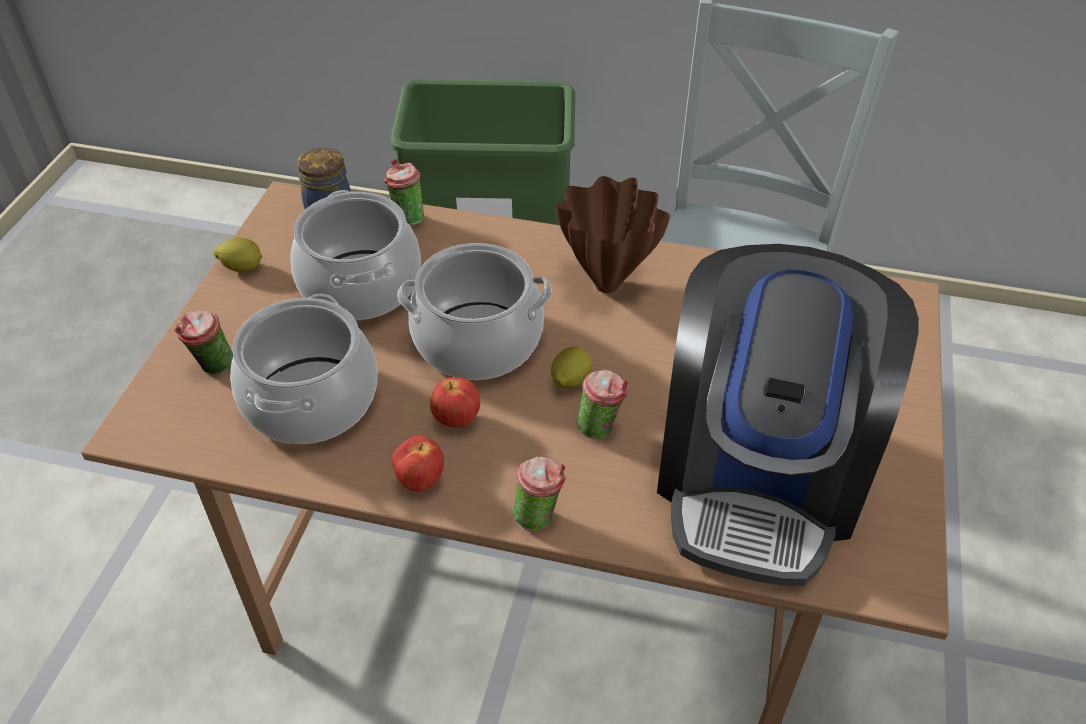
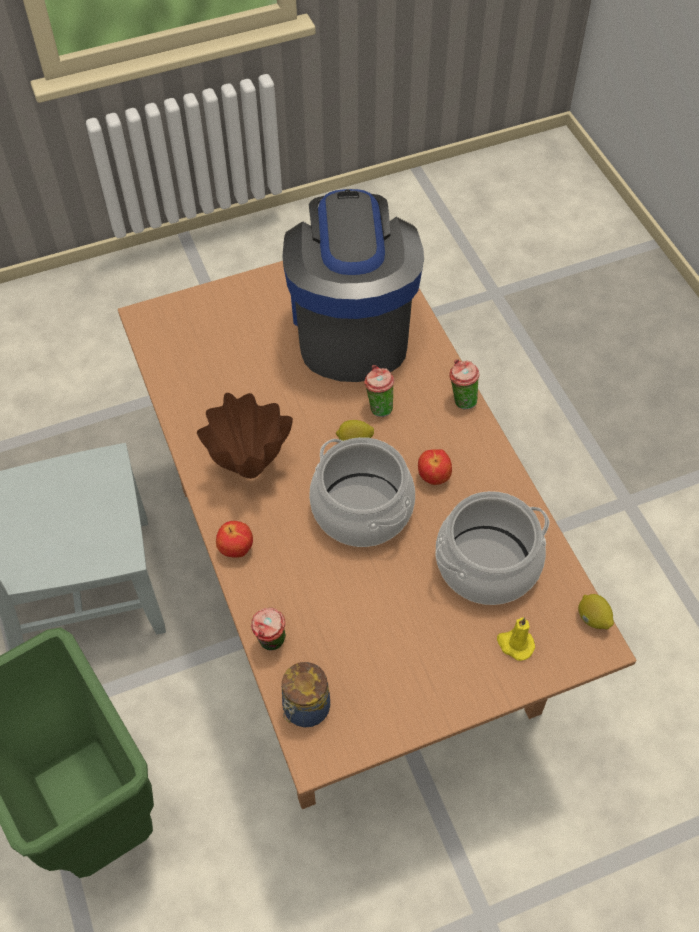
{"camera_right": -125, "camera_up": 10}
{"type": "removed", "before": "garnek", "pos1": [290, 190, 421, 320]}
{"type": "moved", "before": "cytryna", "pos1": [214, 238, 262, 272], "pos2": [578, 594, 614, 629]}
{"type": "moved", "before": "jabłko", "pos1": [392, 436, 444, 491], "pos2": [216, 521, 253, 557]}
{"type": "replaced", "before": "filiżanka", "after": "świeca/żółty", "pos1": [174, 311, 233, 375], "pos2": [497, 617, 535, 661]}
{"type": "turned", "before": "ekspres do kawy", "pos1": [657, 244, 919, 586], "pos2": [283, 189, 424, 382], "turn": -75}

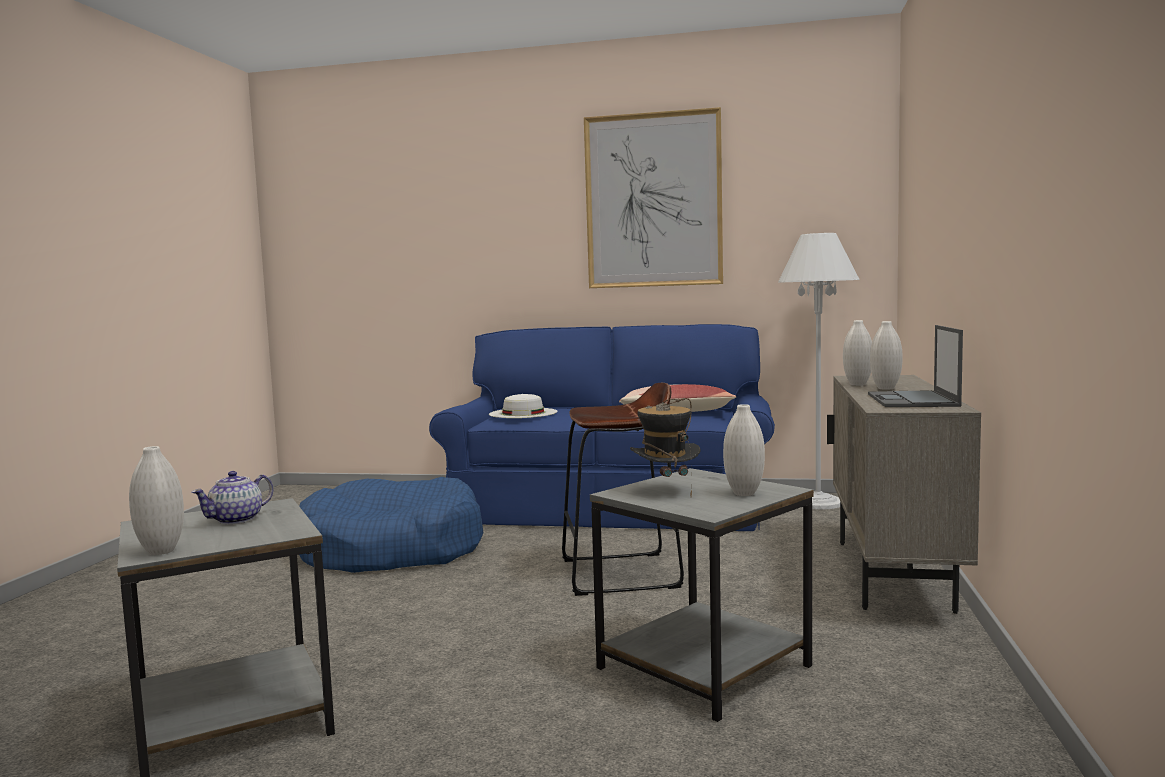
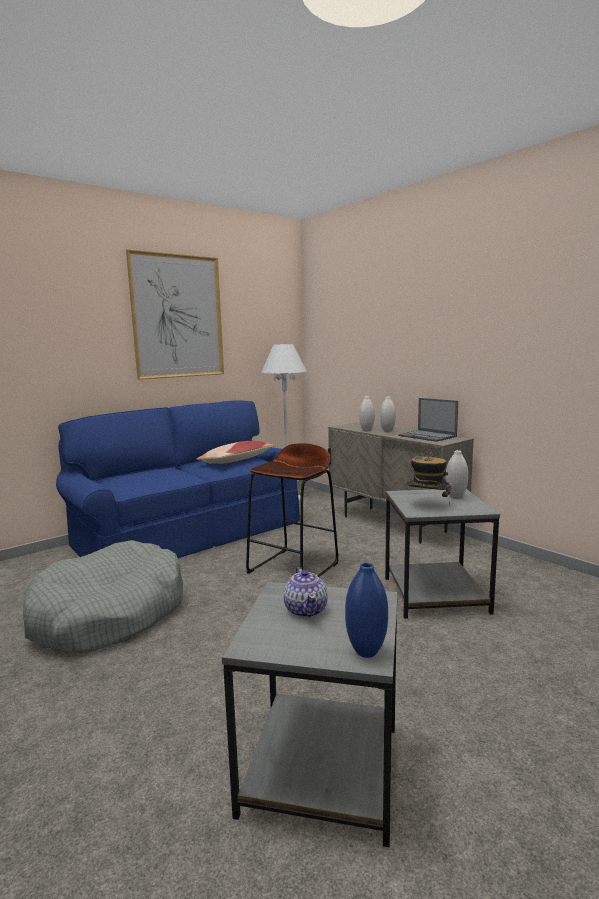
{"camera_right": -50, "camera_up": 5}
{"type": "removed", "before": "kapelusz/biały", "pos1": [489, 394, 557, 418]}
{"type": "recoloured", "before": "wazon/biały", "after": "wazon/niebieski", "pos1": [129, 446, 184, 555], "pos2": [345, 563, 388, 658]}
{"type": "recoloured", "before": "legowisko/niebieski", "after": "legowisko/szary", "pos1": [299, 477, 483, 573], "pos2": [23, 540, 183, 653]}

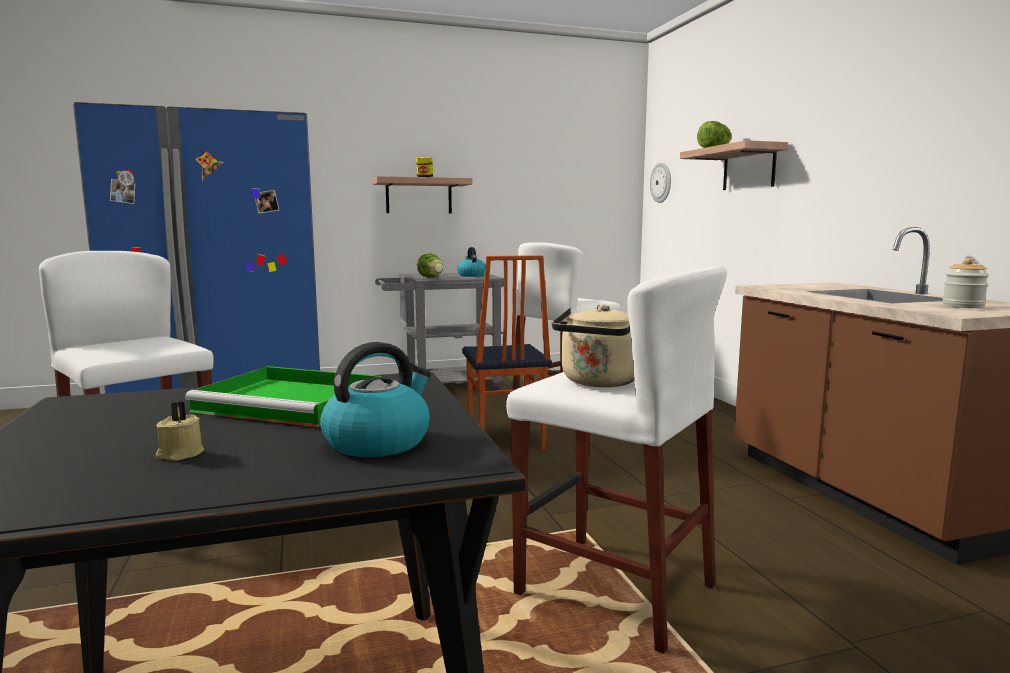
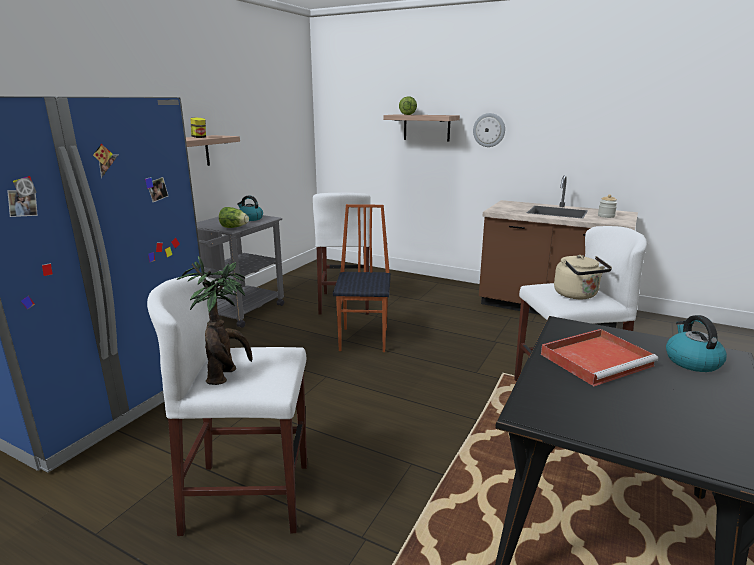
{"camera_right": -45, "camera_up": 10}
{"type": "removed", "before": "świeca/beżowy", "pos1": [155, 401, 204, 461]}
{"type": "added", "after": "roślina doniczkowa", "pos2": [177, 256, 253, 385]}
{"type": "moved", "before": "zegar ścienny", "pos1": [650, 163, 671, 203], "pos2": [473, 113, 505, 147]}
{"type": "recoloured", "before": "taca/zielony", "after": "taca/czerwony", "pos1": [185, 366, 382, 427], "pos2": [541, 329, 658, 386]}
{"type": "turned", "before": "krzesło", "pos1": [462, 255, 552, 451], "pos2": [333, 204, 391, 352], "turn": -120}

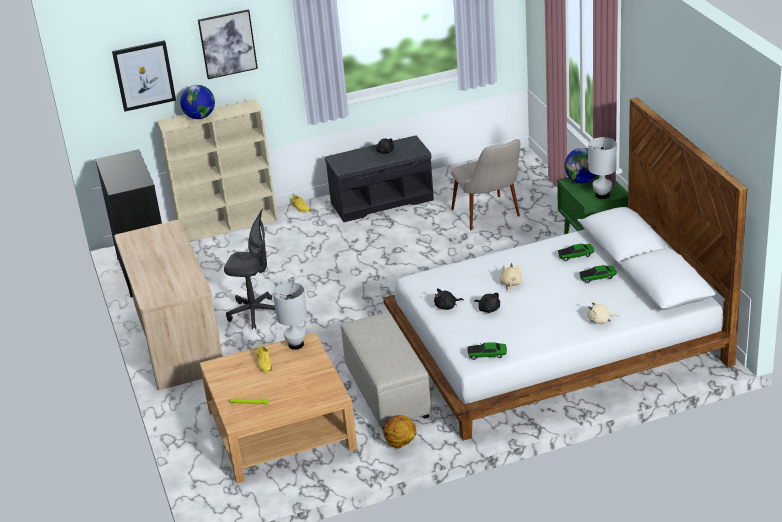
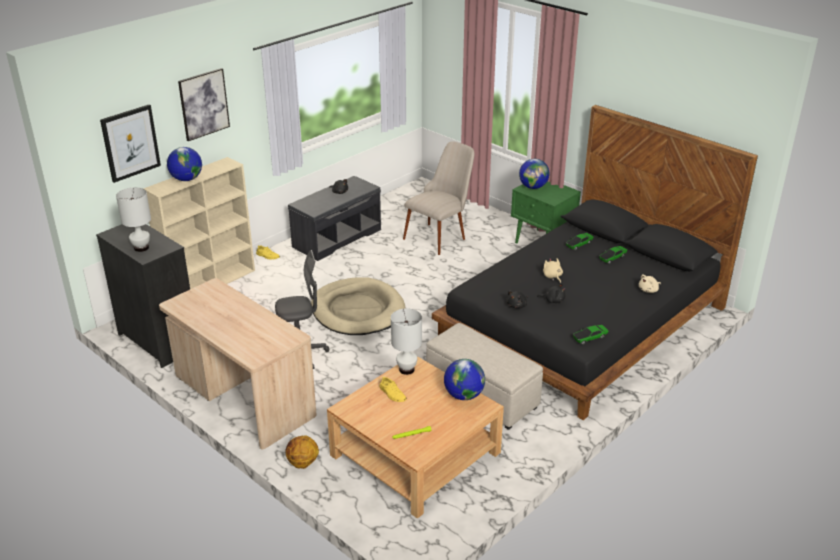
{"camera_right": -30, "camera_up": 0}
{"type": "added", "after": "legowisko/beżowy", "pos2": [311, 277, 406, 335]}
{"type": "added", "after": "globus", "pos2": [444, 359, 485, 400]}
{"type": "moved", "before": "piłka do koszykówki", "pos1": [383, 415, 416, 449], "pos2": [285, 435, 319, 469]}
{"type": "moved", "before": "lampa stołowa/biały", "pos1": [588, 137, 617, 199], "pos2": [116, 187, 151, 252]}
{"type": "recoloured", "before": "łóżko/biały", "after": "łóżko/czarny", "pos1": [383, 97, 747, 441], "pos2": [432, 105, 758, 420]}
{"type": "turned", "before": "krzesło/beżowy", "pos1": [451, 139, 520, 230], "pos2": [403, 141, 474, 255], "turn": -90}

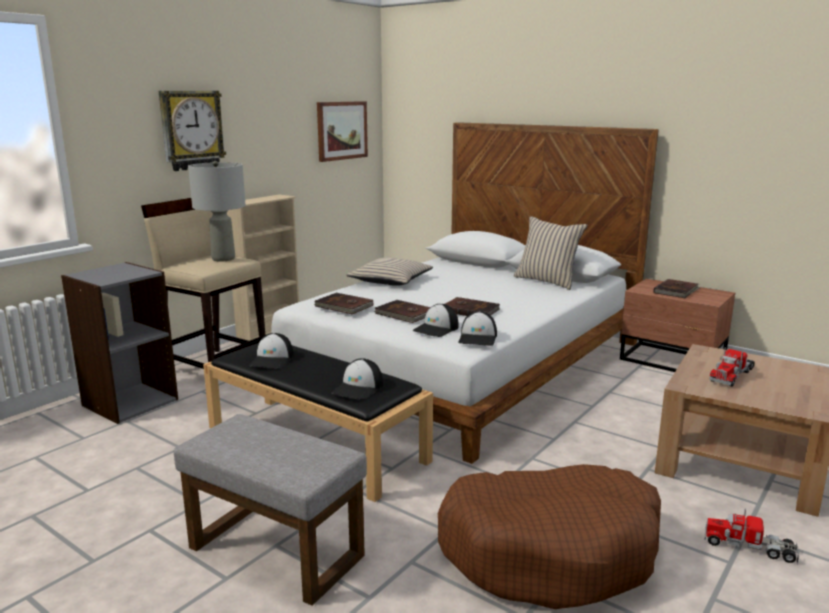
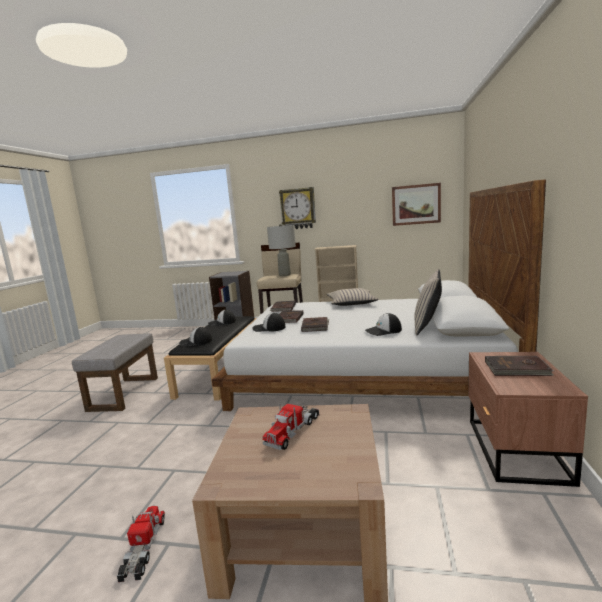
{"camera_right": 65, "camera_up": -5}
{"type": "removed", "before": "legowisko/brązowy", "pos1": [438, 464, 661, 609]}
{"type": "moved", "before": "czapka z daszkiem", "pos1": [458, 311, 497, 346], "pos2": [365, 313, 402, 336]}
{"type": "turned", "before": "ciężarówka zabawkowa", "pos1": [710, 347, 755, 387], "pos2": [262, 404, 319, 450], "turn": -75}

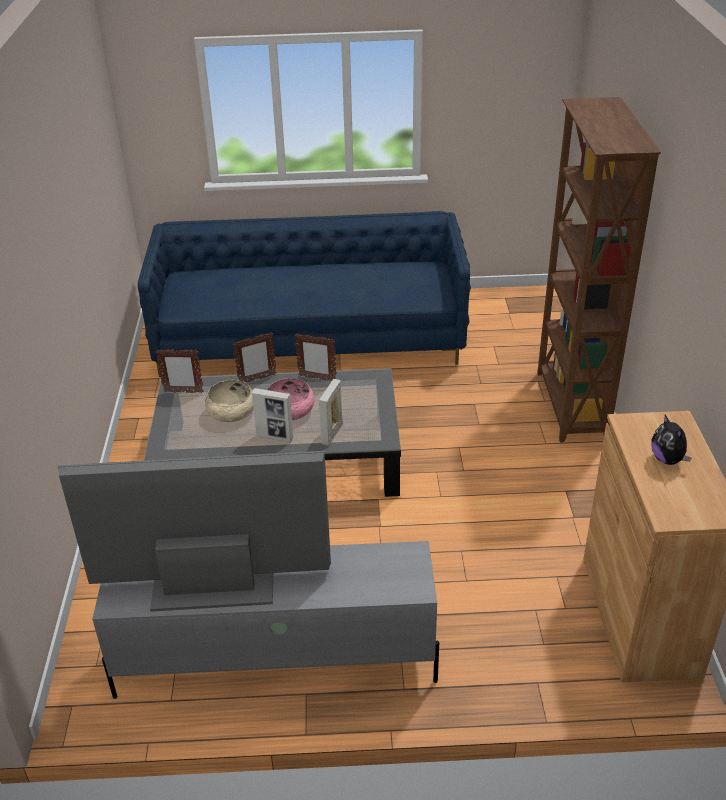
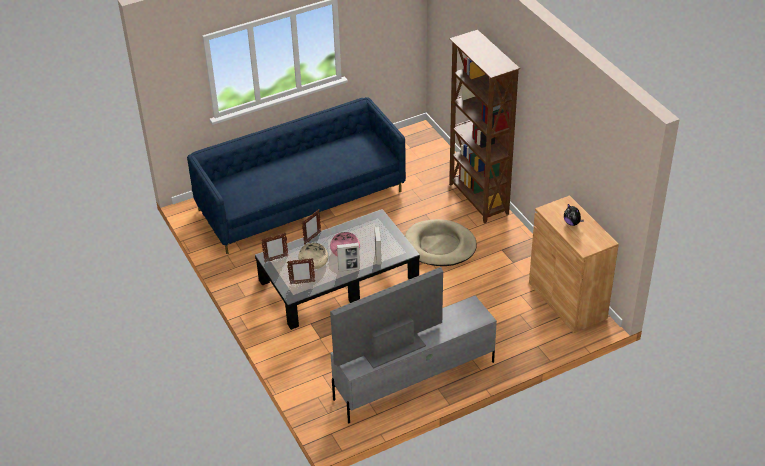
{"camera_right": -25, "camera_up": 5}
{"type": "added", "after": "legowisko/beżowy", "pos2": [405, 219, 477, 266]}
{"type": "moved", "before": "ramka na zdjęcie", "pos1": [294, 334, 336, 381], "pos2": [287, 258, 315, 284]}

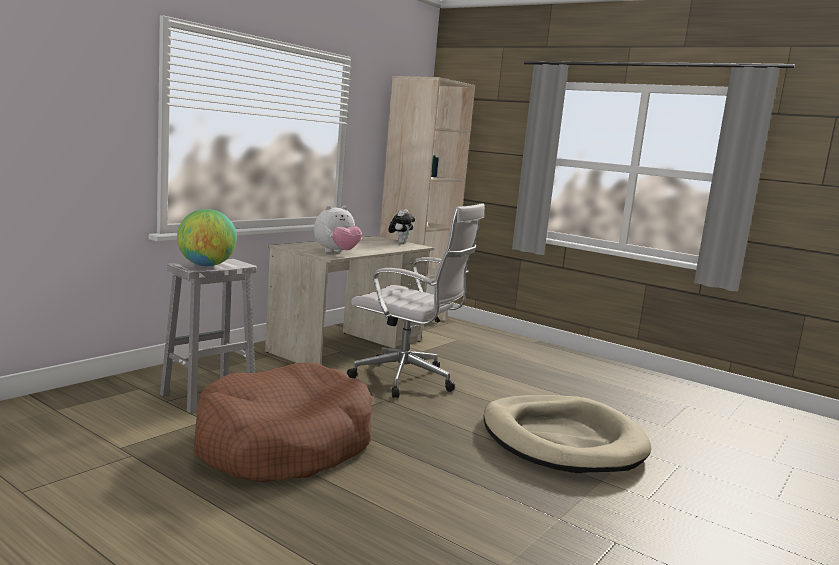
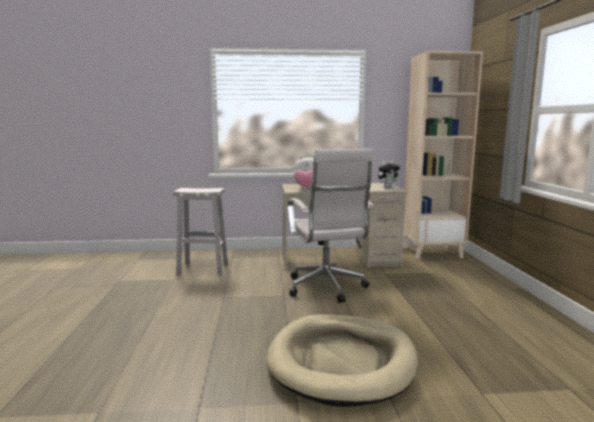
{"camera_right": 50, "camera_up": 0}
{"type": "removed", "before": "globus", "pos1": [177, 209, 237, 266]}
{"type": "removed", "before": "legowisko/brązowy", "pos1": [194, 363, 372, 482]}

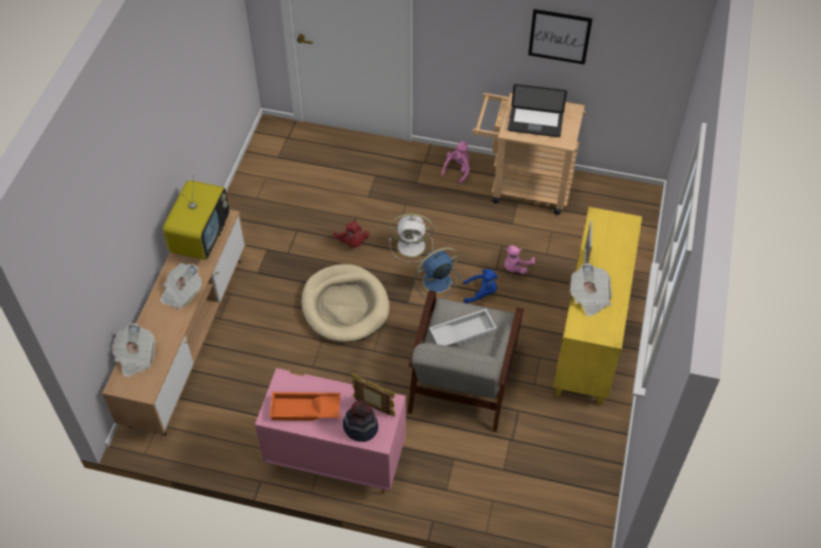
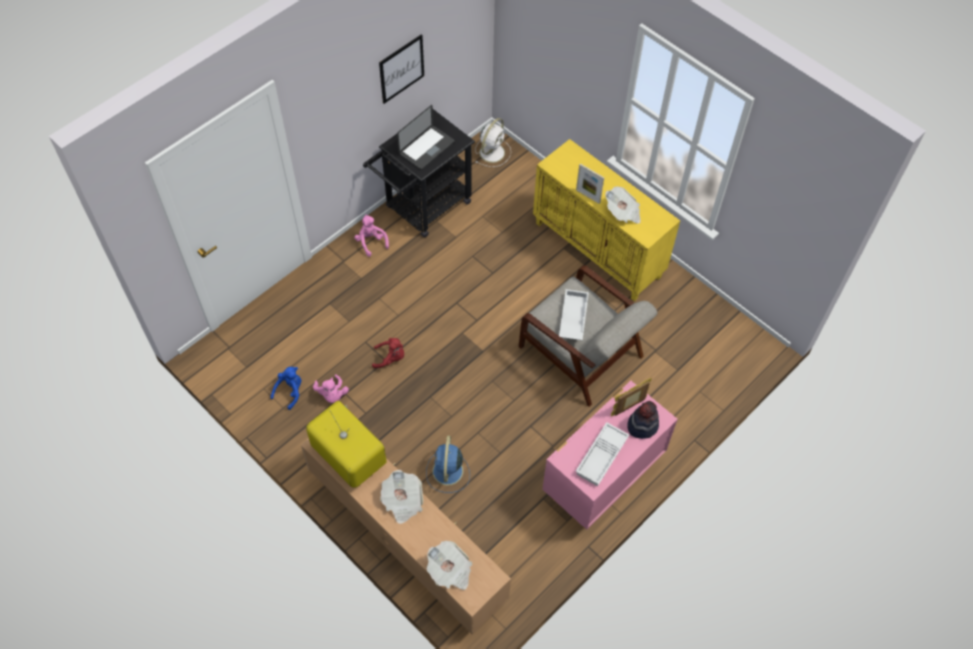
{"camera_right": -60, "camera_up": 5}
{"type": "removed", "before": "legowisko/beżowy", "pos1": [301, 264, 390, 342]}
{"type": "moved", "before": "wentylator/biały", "pos1": [389, 214, 433, 262], "pos2": [475, 118, 511, 167]}
{"type": "moved", "before": "wentylator/niebieski", "pos1": [415, 247, 461, 301], "pos2": [426, 436, 470, 493]}
{"type": "moved", "before": "pluszak/niebieski", "pos1": [463, 269, 498, 303], "pos2": [270, 367, 301, 410]}
{"type": "moved", "before": "pluszak/różowy", "pos1": [504, 245, 535, 274], "pos2": [313, 374, 349, 403]}
{"type": "recoloured", "before": "taca/pomarańczowy", "after": "taca/biały", "pos1": [270, 392, 340, 421], "pos2": [575, 422, 629, 486]}
{"type": "recoloured", "before": "wózek/beżowy", "after": "wózek/czarny", "pos1": [472, 93, 585, 215], "pos2": [363, 109, 475, 237]}

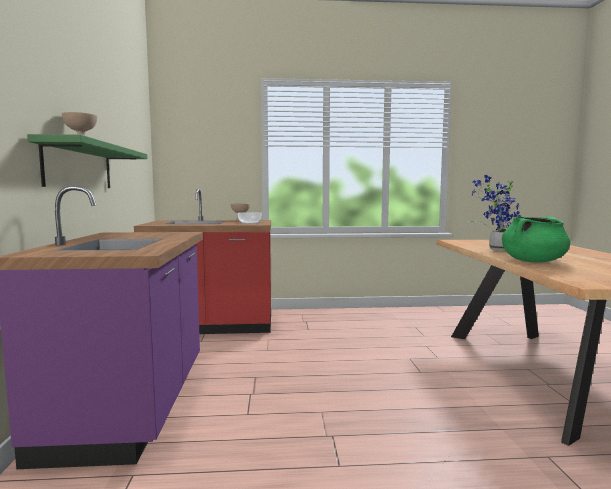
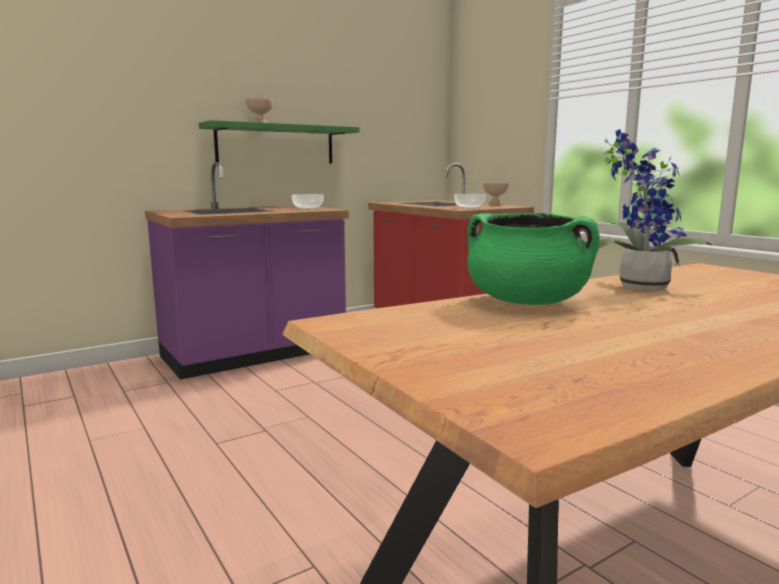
{"camera_right": 60, "camera_up": 5}
{"type": "added", "after": "miska", "pos2": [292, 194, 323, 209]}

